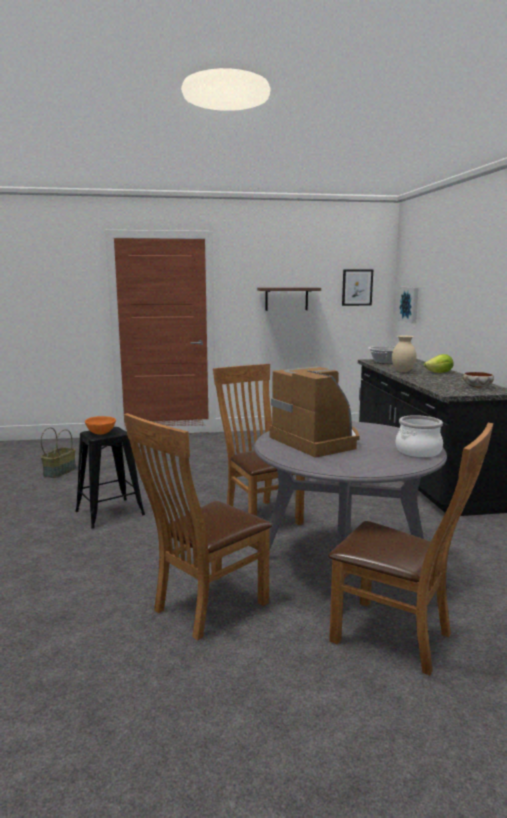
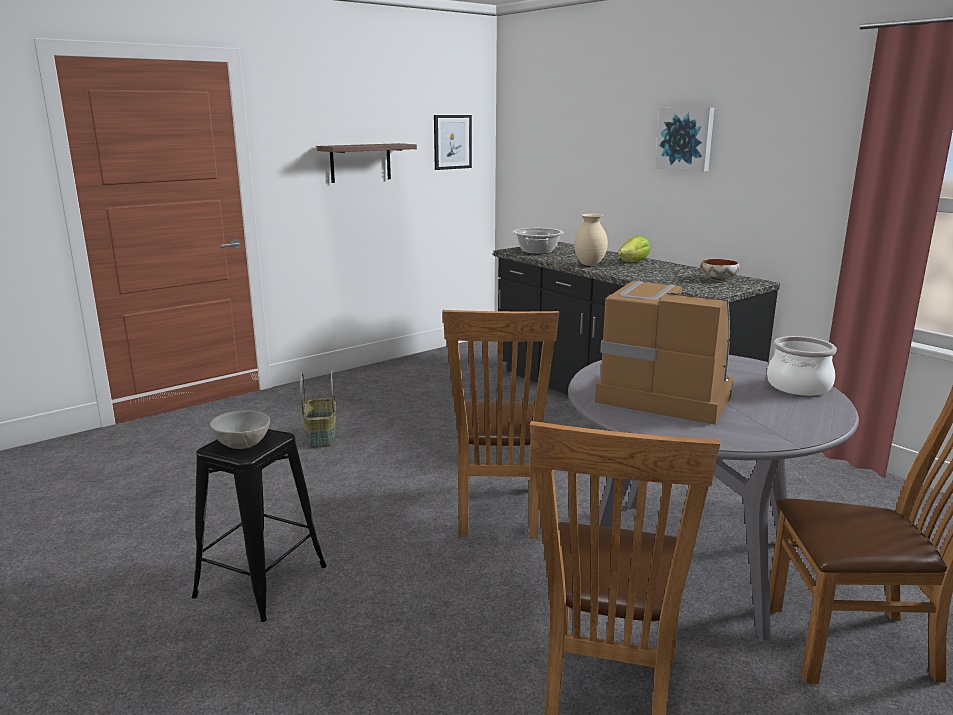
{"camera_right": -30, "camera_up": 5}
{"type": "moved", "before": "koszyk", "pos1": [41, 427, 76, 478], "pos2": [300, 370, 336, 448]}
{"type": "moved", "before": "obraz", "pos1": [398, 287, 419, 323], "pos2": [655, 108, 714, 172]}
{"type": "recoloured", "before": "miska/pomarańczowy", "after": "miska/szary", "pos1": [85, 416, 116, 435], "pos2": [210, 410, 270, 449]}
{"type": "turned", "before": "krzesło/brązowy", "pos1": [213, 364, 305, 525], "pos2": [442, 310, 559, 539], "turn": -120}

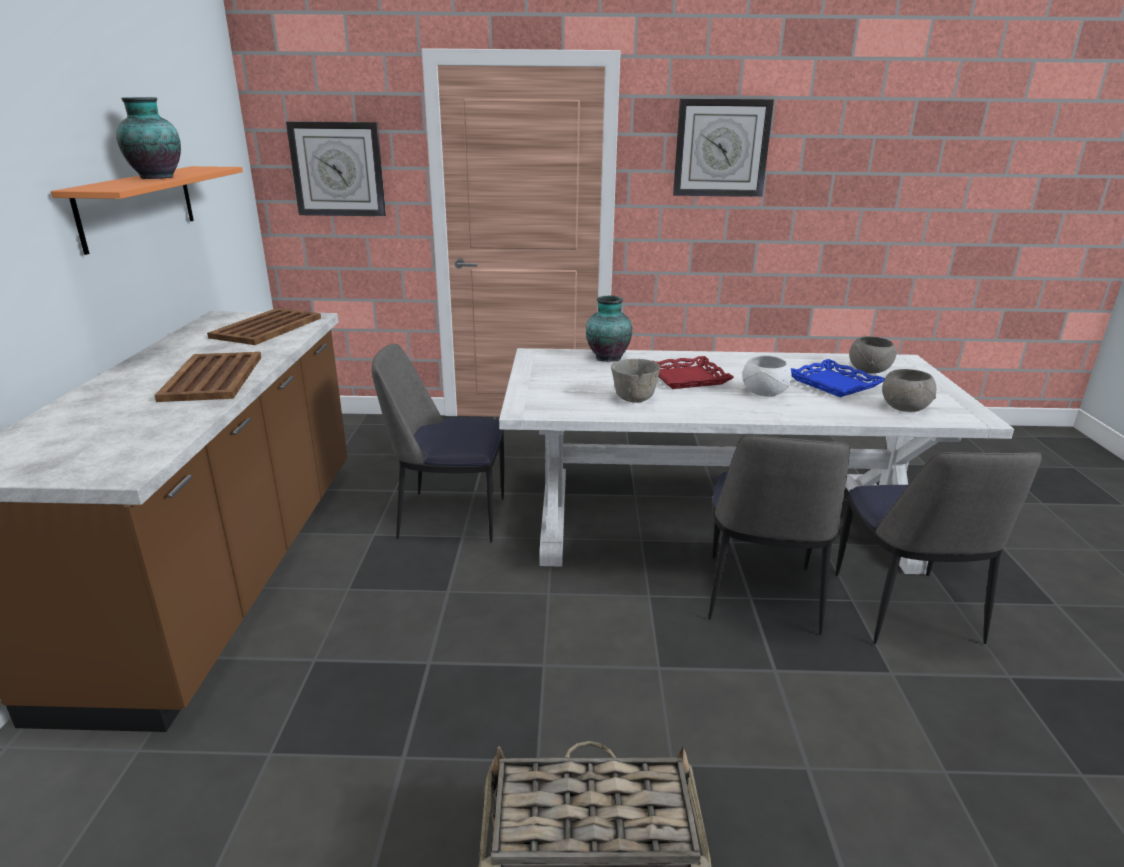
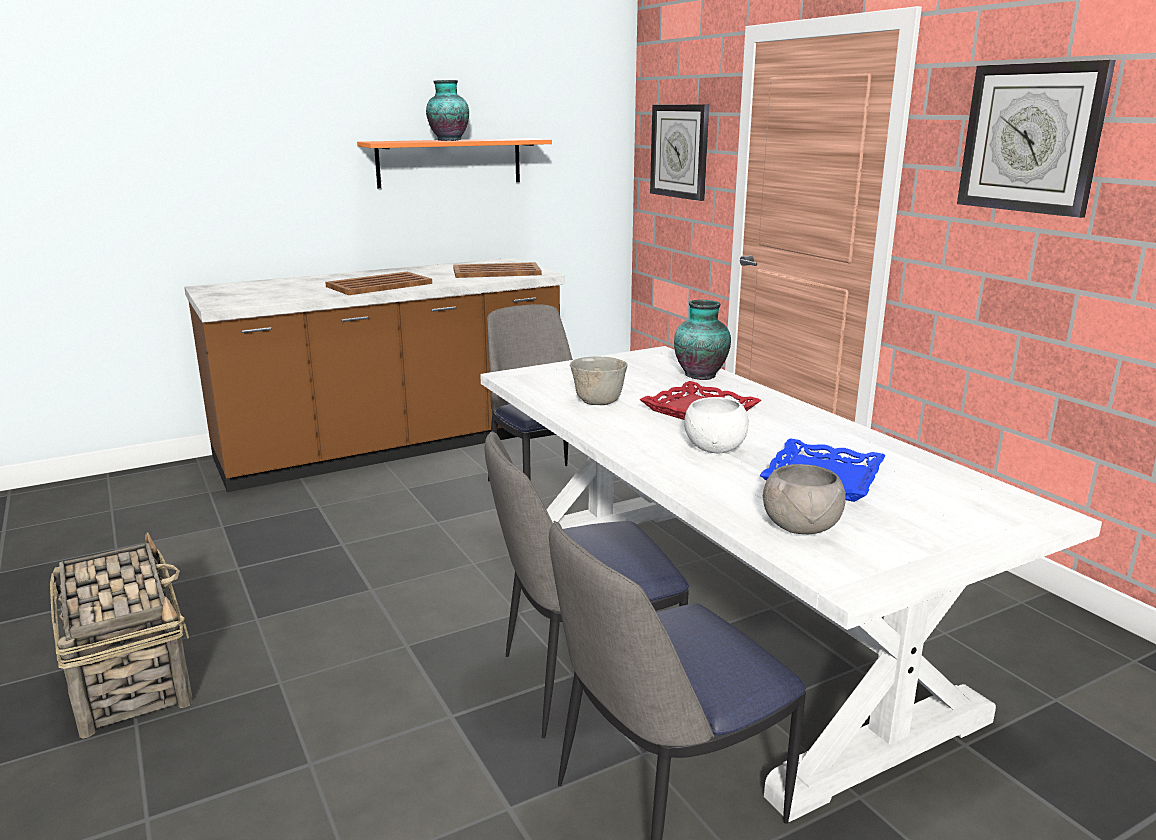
{"camera_right": 60, "camera_up": -5}
{"type": "removed", "before": "miska/szary", "pos1": [849, 336, 897, 374]}

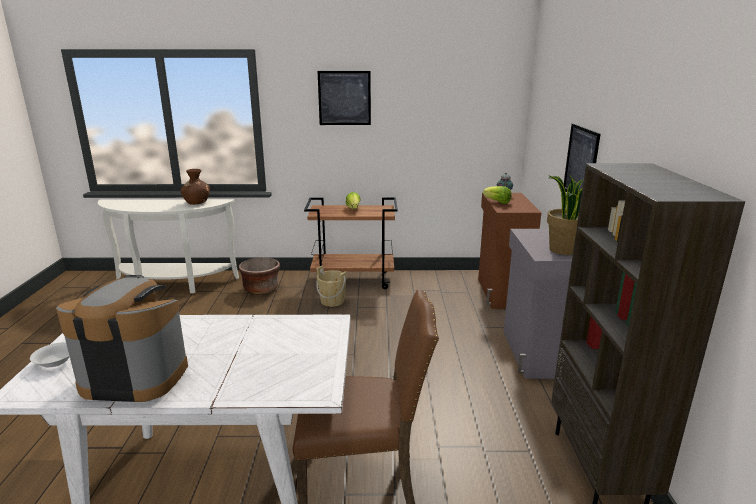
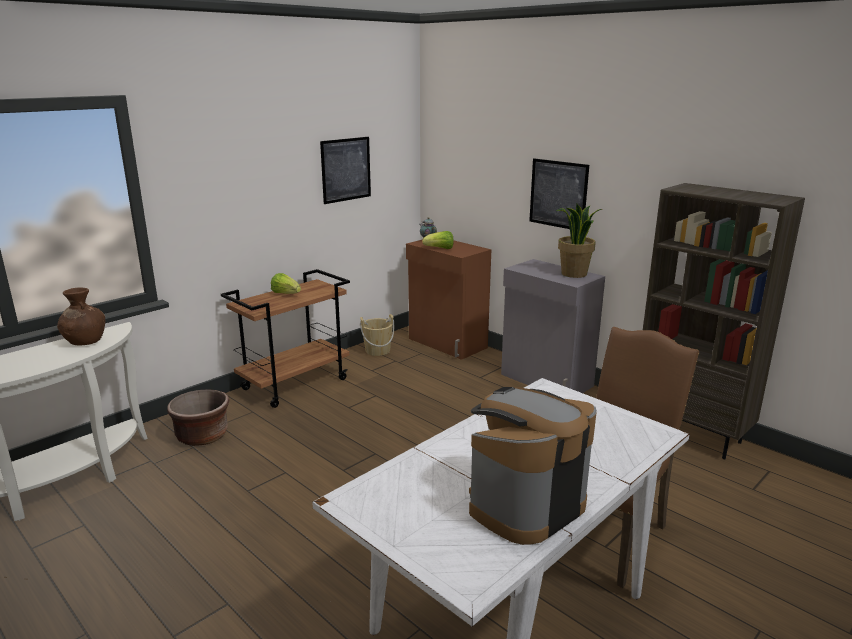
{"camera_right": -45, "camera_up": 0}
{"type": "removed", "before": "miska/biały", "pos1": [30, 342, 70, 367]}
{"type": "moved", "before": "wiadro/beżowy", "pos1": [317, 266, 347, 307], "pos2": [360, 314, 394, 356]}
{"type": "moved", "before": "obraz", "pos1": [318, 71, 371, 125], "pos2": [320, 137, 371, 204]}

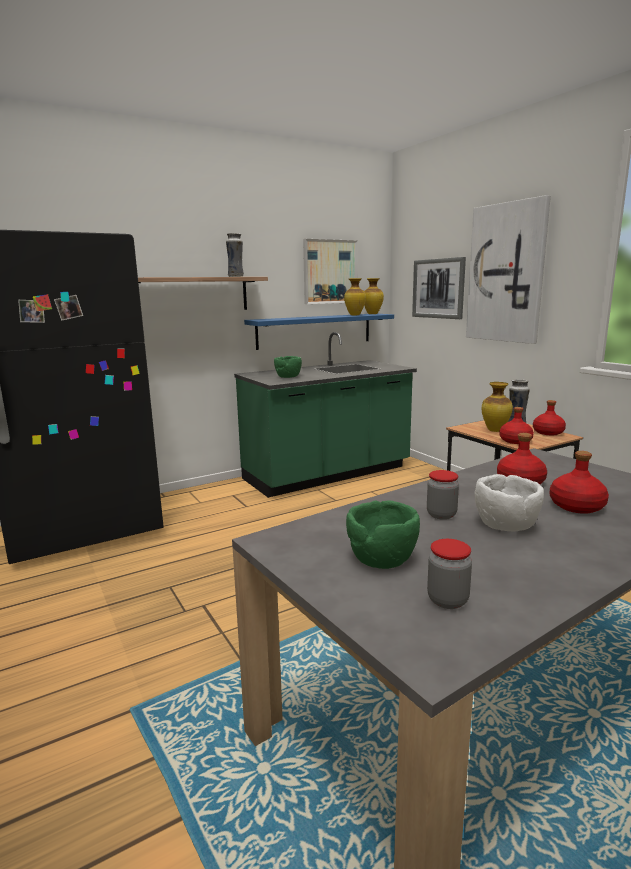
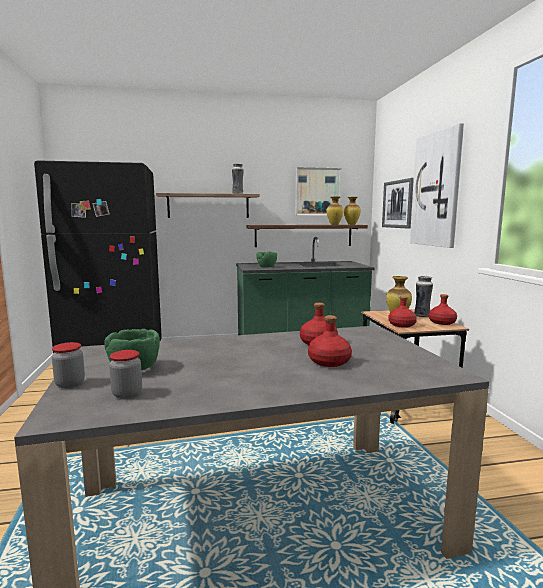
{"camera_right": 20, "camera_up": -5}
{"type": "removed", "before": "miska/biały", "pos1": [475, 474, 544, 531]}
{"type": "moved", "before": "słoik", "pos1": [427, 470, 459, 520], "pos2": [52, 342, 85, 388]}
{"type": "recoloured", "before": "półka/niebieski", "after": "półka/brązowy", "pos1": [244, 314, 394, 350], "pos2": [246, 225, 368, 247]}

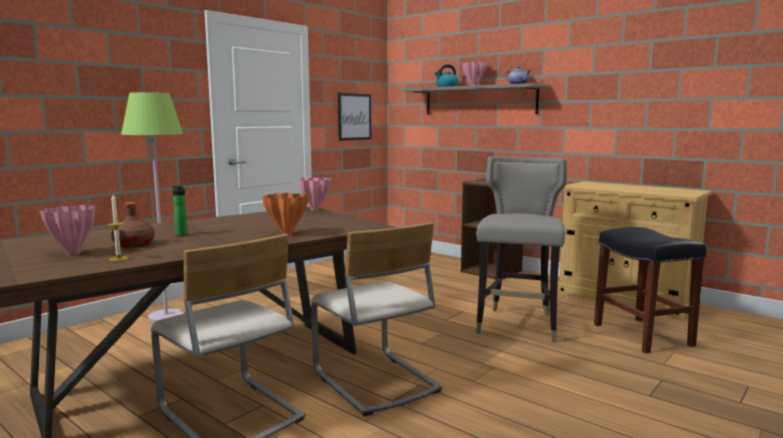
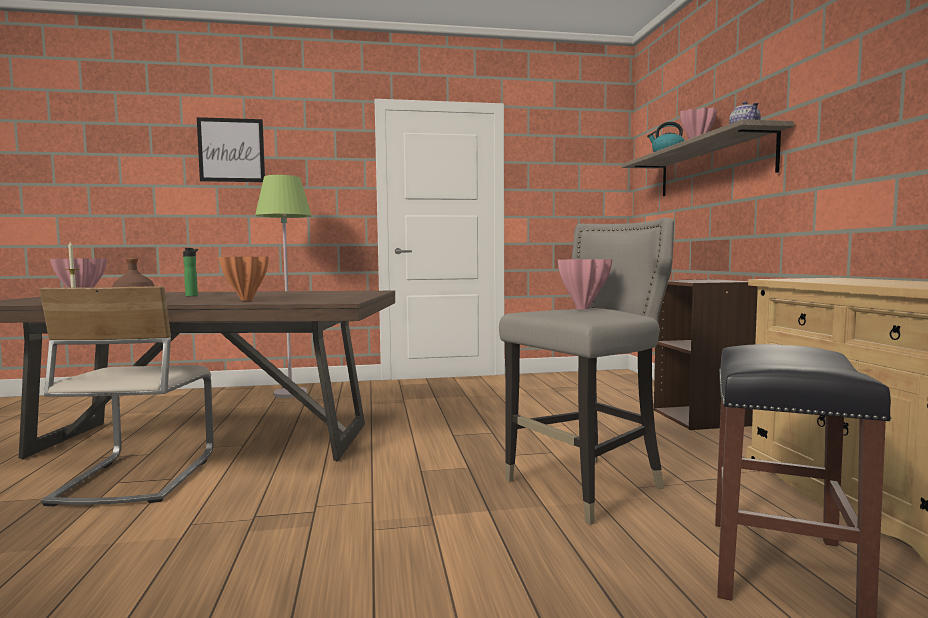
{"camera_right": 40, "camera_up": -5}
{"type": "removed", "before": "krzesło/beżowy", "pos1": [311, 222, 442, 416]}
{"type": "moved", "before": "wazon/różowy", "pos1": [299, 177, 331, 210], "pos2": [558, 259, 612, 309]}
{"type": "moved", "before": "obraz", "pos1": [338, 93, 371, 141], "pos2": [197, 117, 265, 182]}

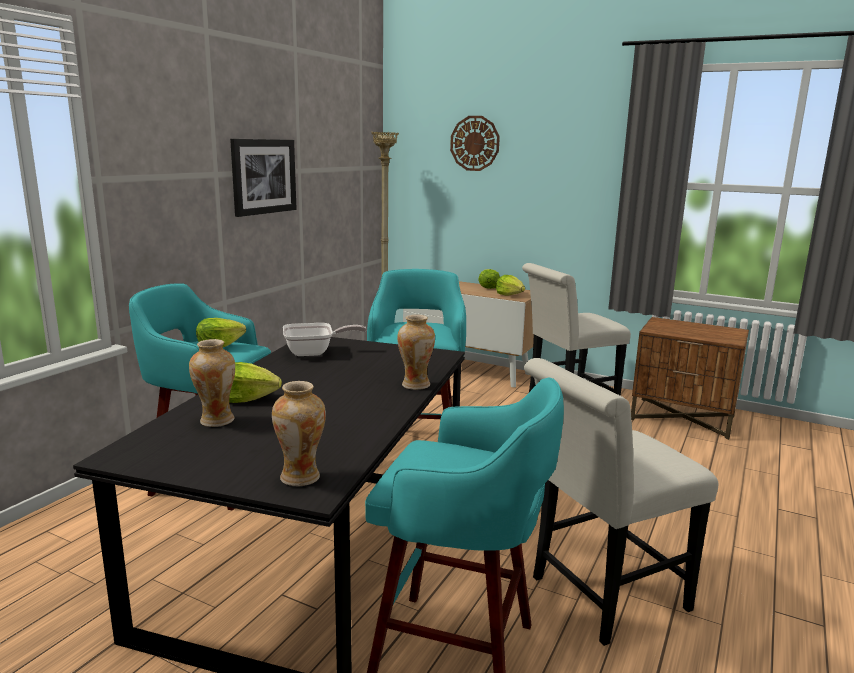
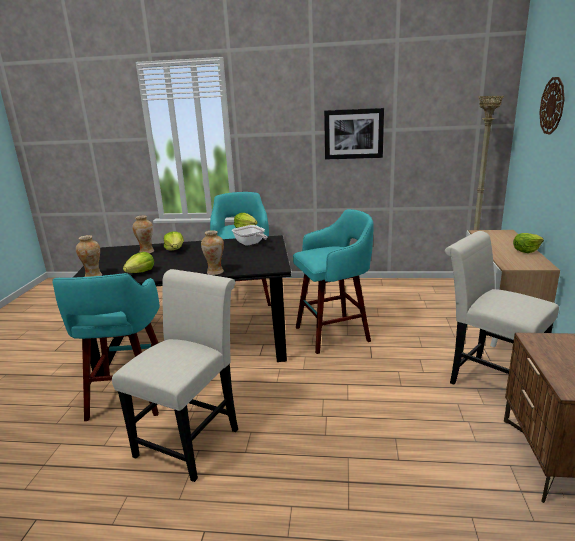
{"camera_right": 70, "camera_up": 5}
{"type": "moved", "before": "sałata", "pos1": [496, 275, 525, 296], "pos2": [123, 252, 154, 273]}
{"type": "turned", "before": "krzesło/biały", "pos1": [524, 358, 718, 646], "pos2": [112, 269, 238, 482], "turn": 75}

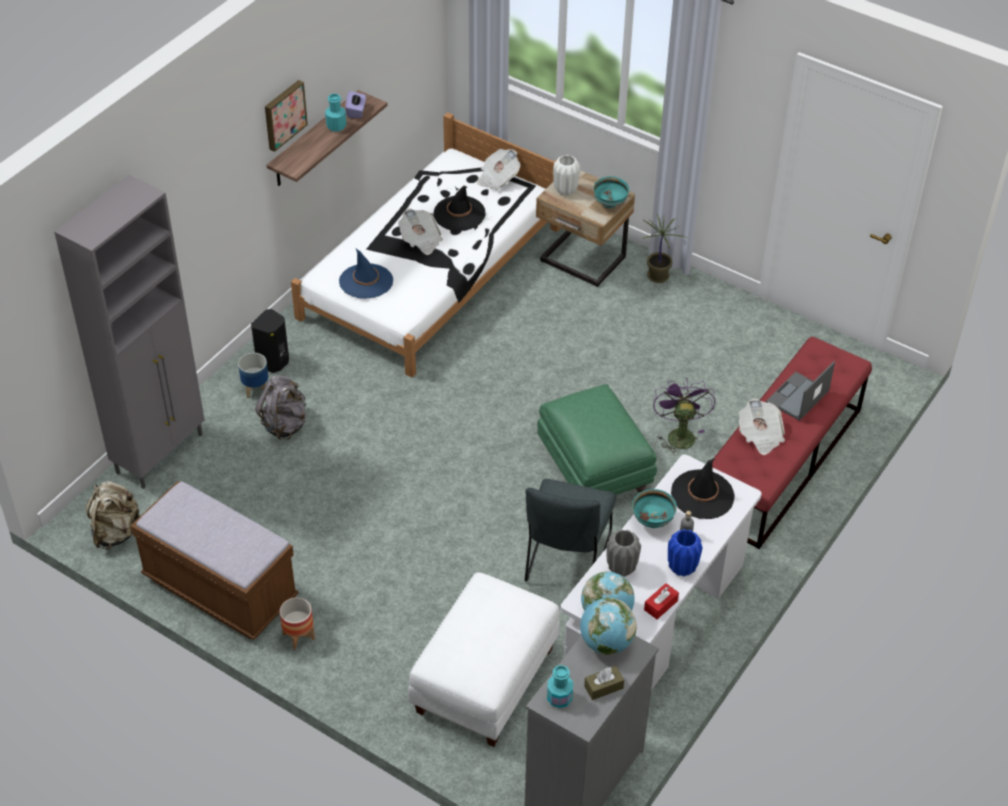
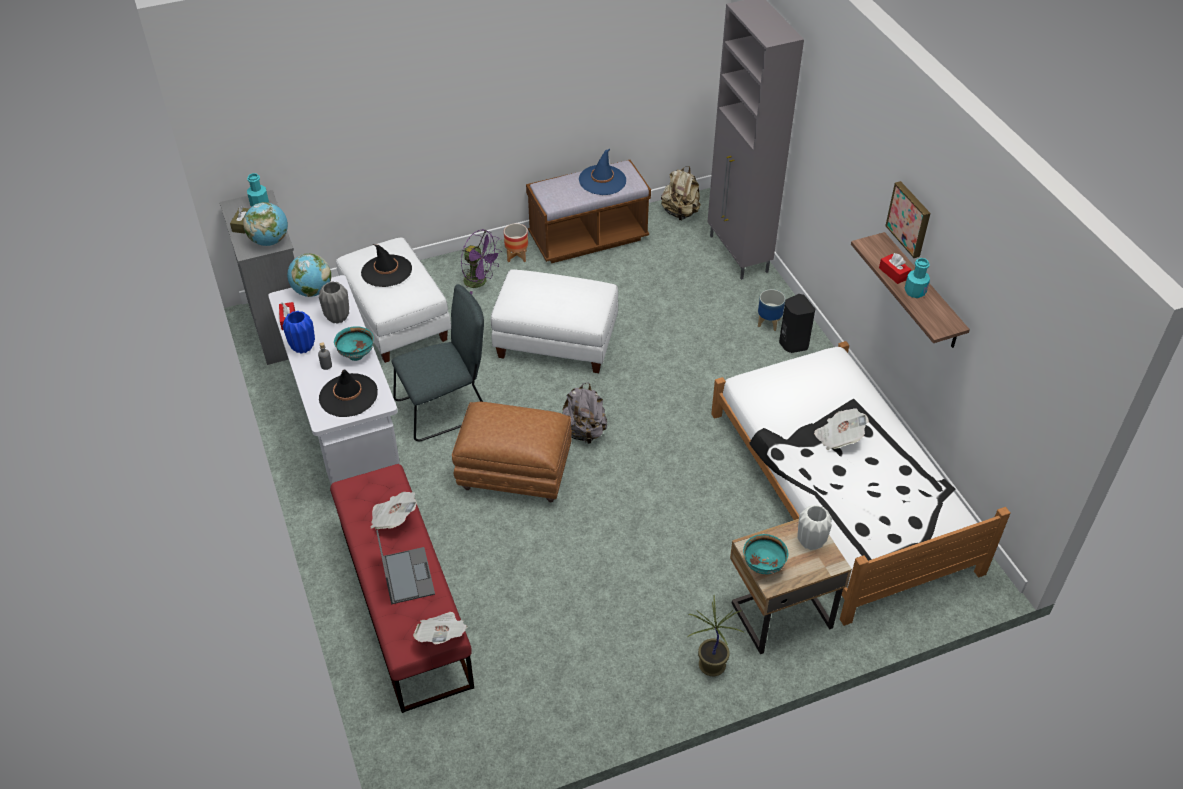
{"camera_right": 125, "camera_up": 0}
{"type": "removed", "before": "pudełko chusteczek/fioletowy", "pos1": [345, 91, 366, 118]}
{"type": "added", "after": "pufa/biały", "pos2": [491, 269, 618, 373]}
{"type": "added", "after": "pudełko chusteczek/czerwony", "pos2": [879, 253, 911, 284]}
{"type": "moved", "before": "plecak/szary", "pos1": [255, 375, 306, 440], "pos2": [562, 382, 607, 444]}
{"type": "moved", "before": "kapelusz/niebieski", "pos1": [339, 249, 393, 299], "pos2": [579, 149, 626, 195]}
{"type": "moved", "before": "kapelusz/czarny", "pos1": [433, 186, 485, 231], "pos2": [361, 244, 412, 287]}
{"type": "moved", "before": "gazeta", "pos1": [477, 149, 520, 190], "pos2": [413, 612, 468, 645]}
{"type": "moved", "before": "wentylator/fioletowy", "pos1": [653, 378, 715, 455], "pos2": [461, 229, 502, 295]}
{"type": "recoloured", "before": "pufa/zielony", "after": "pufa/brązowy", "pos1": [537, 384, 657, 495], "pos2": [452, 402, 572, 502]}
{"type": "turned", "before": "krzesło/szary", "pos1": [525, 479, 616, 582], "pos2": [392, 284, 484, 441], "turn": 105}

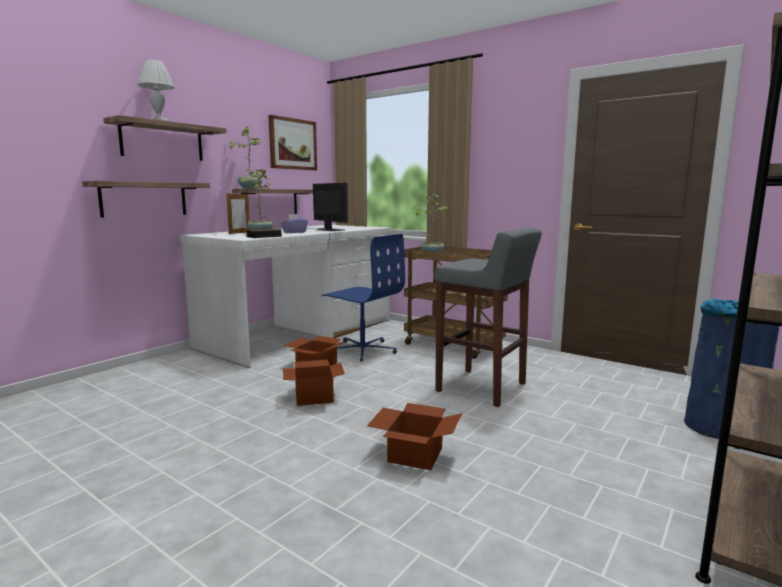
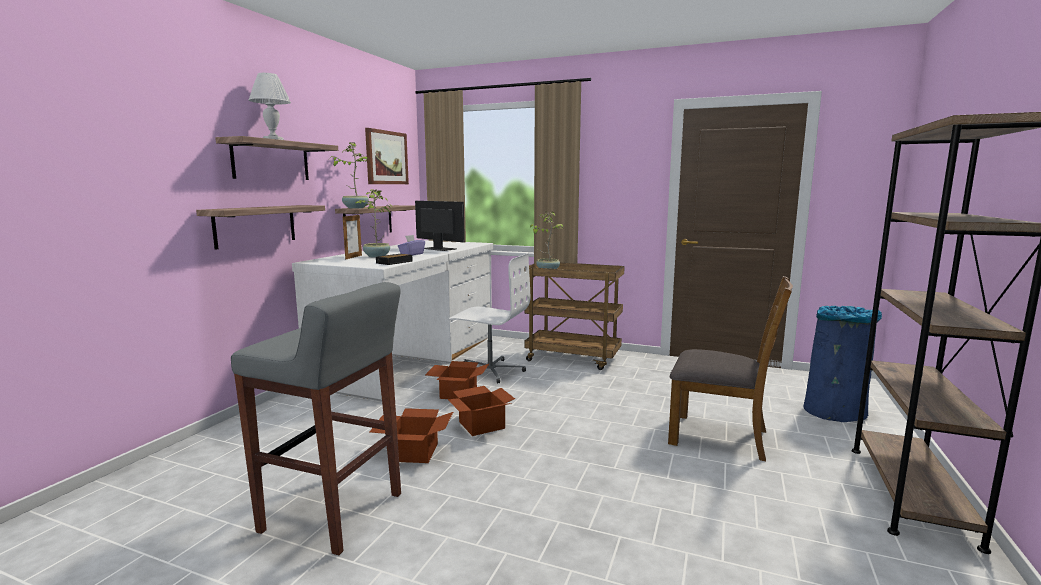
{"camera_right": -15, "camera_up": 0}
{"type": "added", "after": "krzesło/brązowy", "pos2": [668, 276, 793, 461]}
{"type": "moved", "before": "karton", "pos1": [367, 403, 463, 470], "pos2": [370, 408, 453, 463]}
{"type": "moved", "before": "stołek/szary", "pos1": [435, 227, 542, 407], "pos2": [231, 282, 401, 555]}
{"type": "recoloured", "before": "krzesło biurowe/niebieski", "after": "krzesło biurowe/biały", "pos1": [322, 234, 405, 362], "pos2": [449, 253, 530, 383]}

